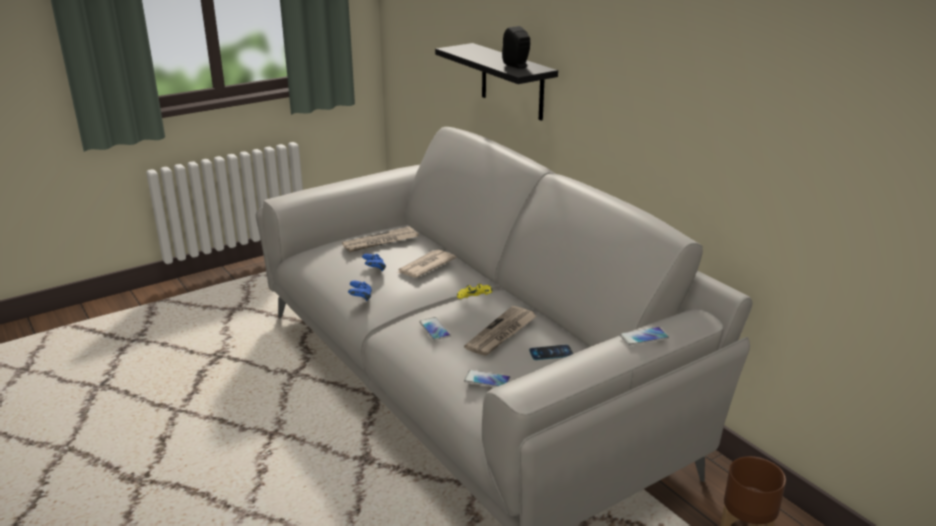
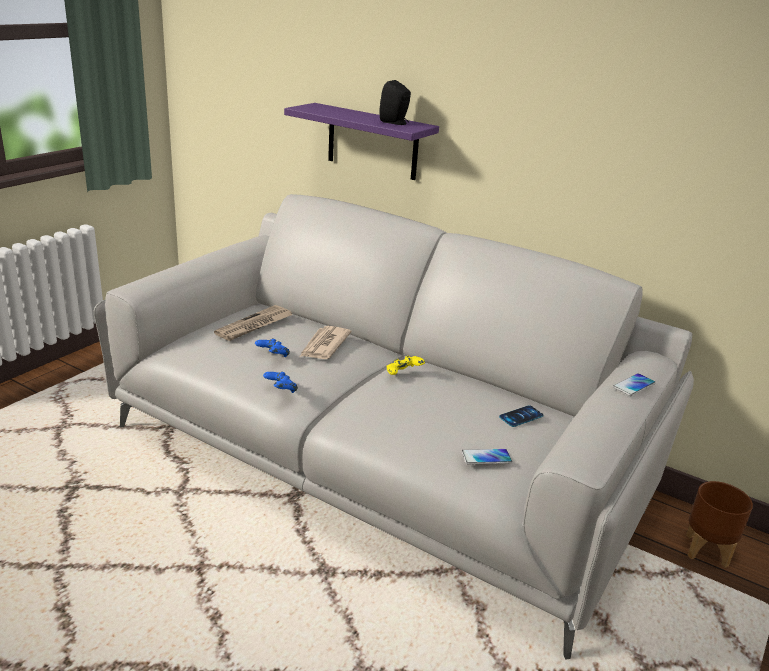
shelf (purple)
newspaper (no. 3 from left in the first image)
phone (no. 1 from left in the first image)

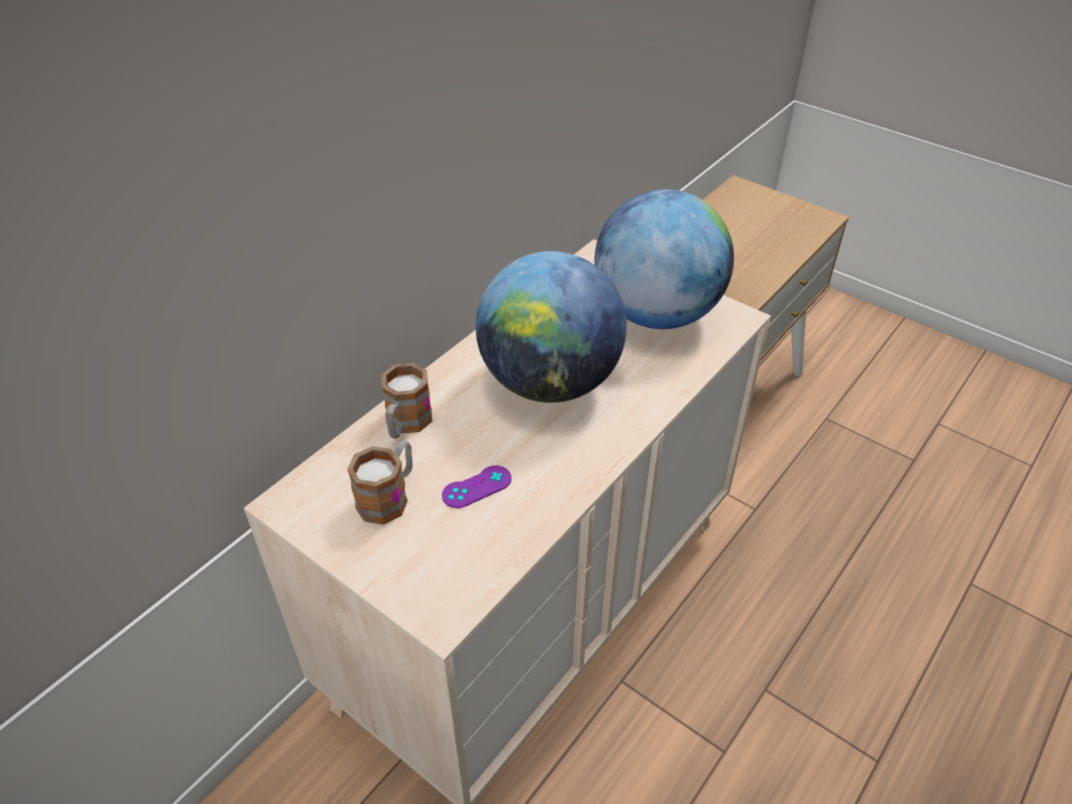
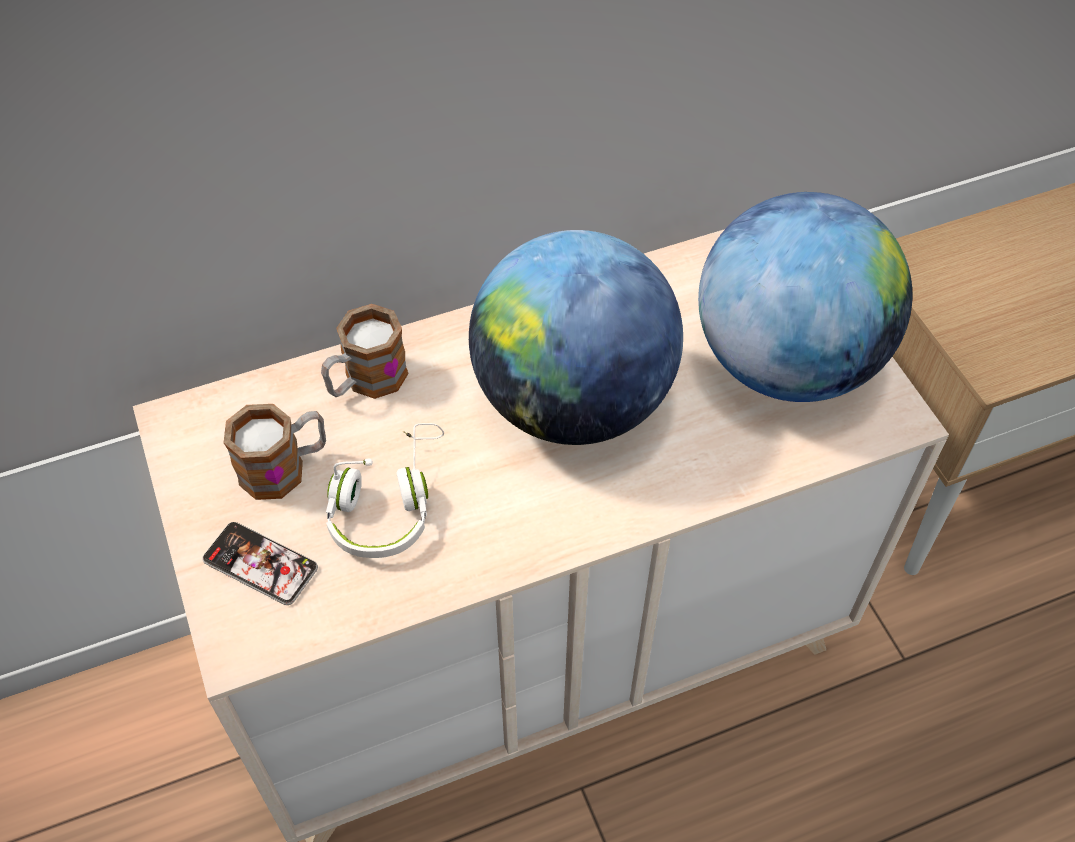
headphones (white)
phone

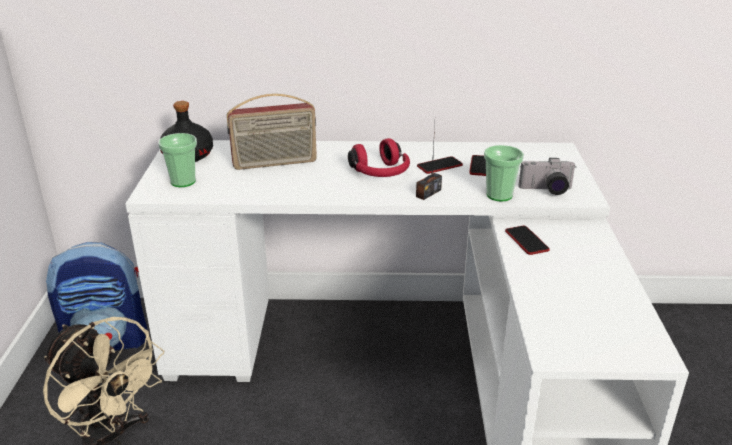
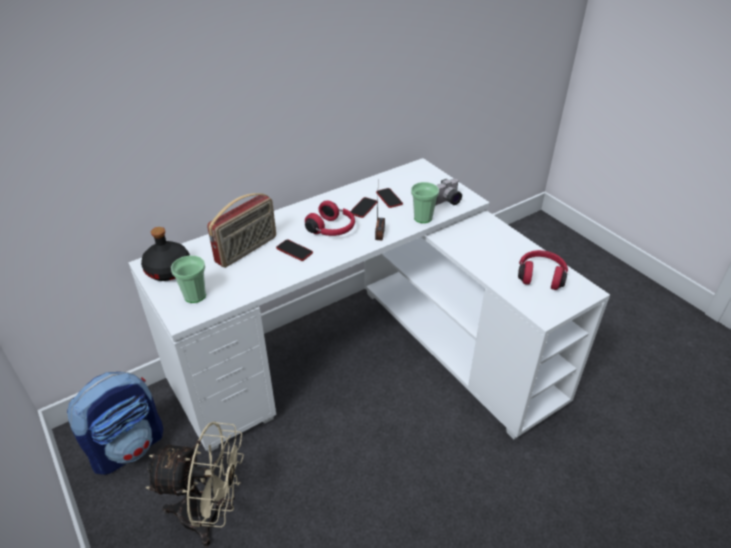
phone (no. 1 from left)
headphones (red) (no. 2 from left)

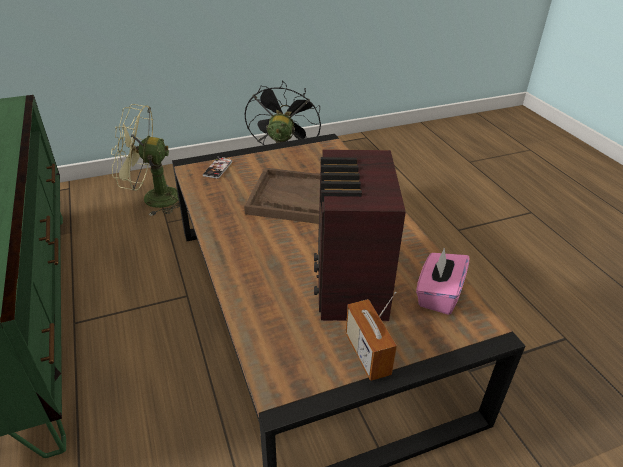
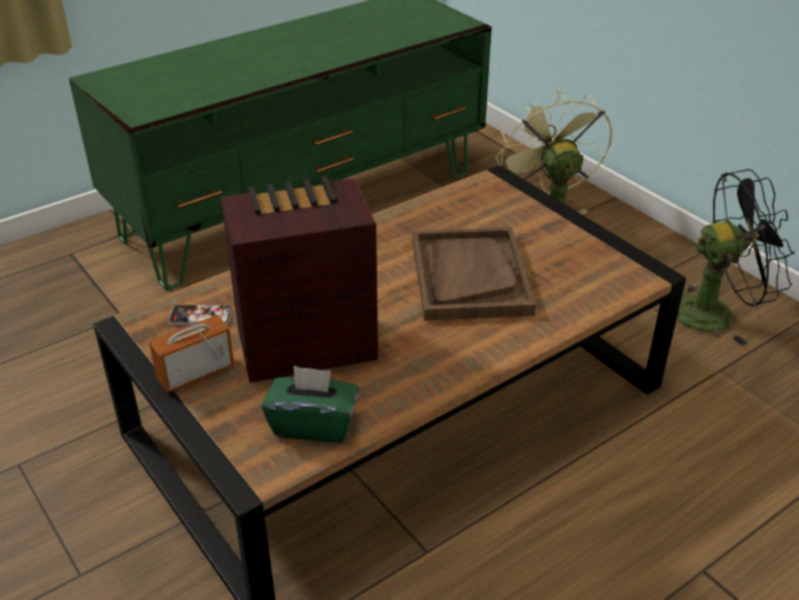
phone
tissue box (green)

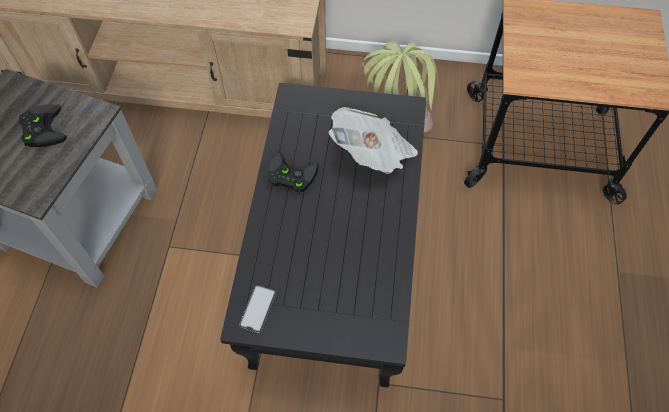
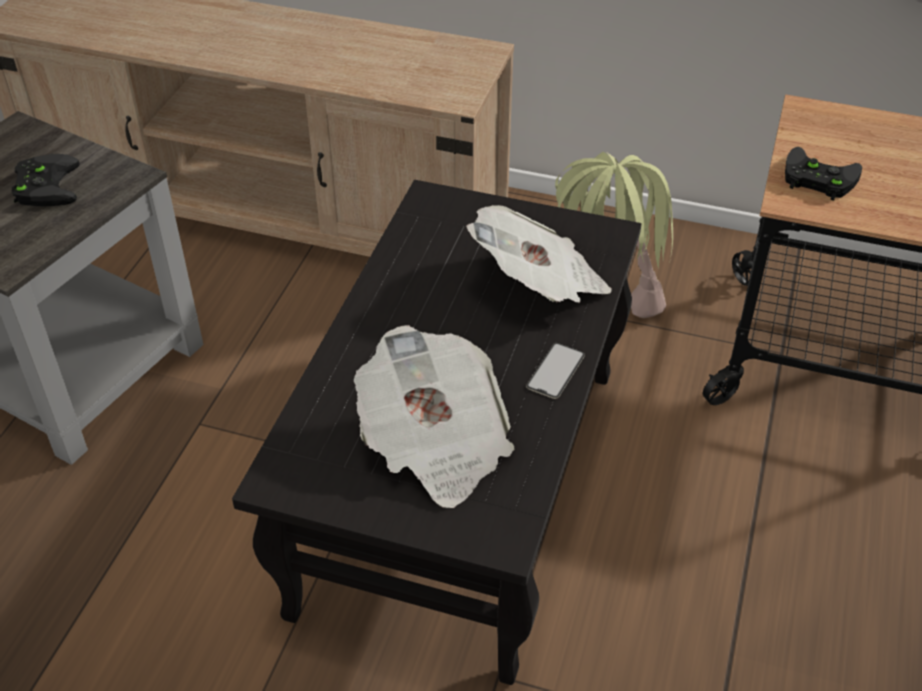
game controller (black) (no. 2 from left)
phone
newspaper (no. 1 from left)

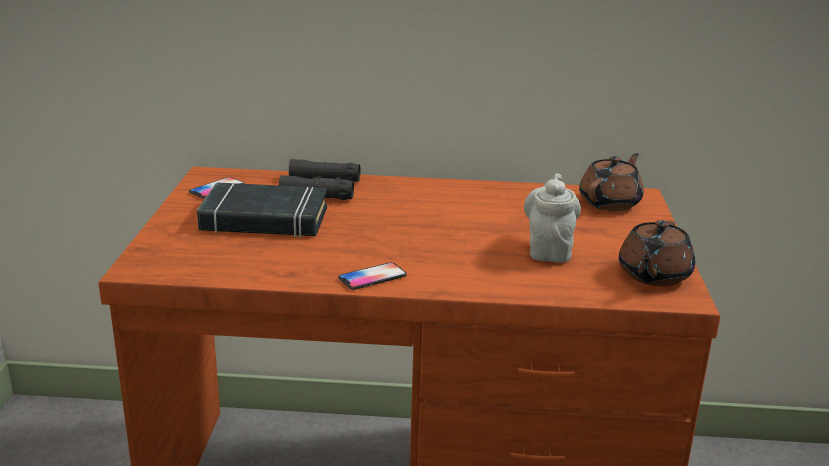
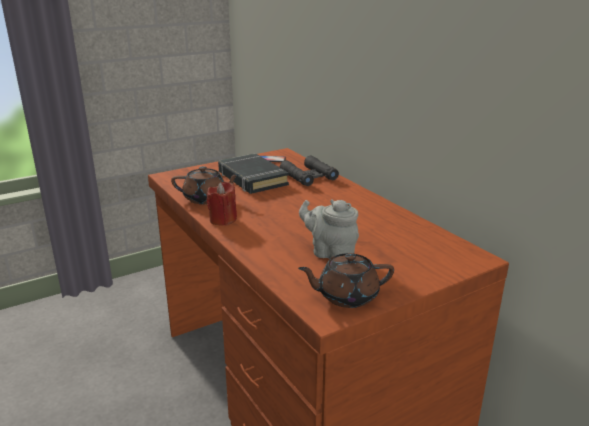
teapot (brown) (no. 1 from left)
teapot (grey)
candle (red)

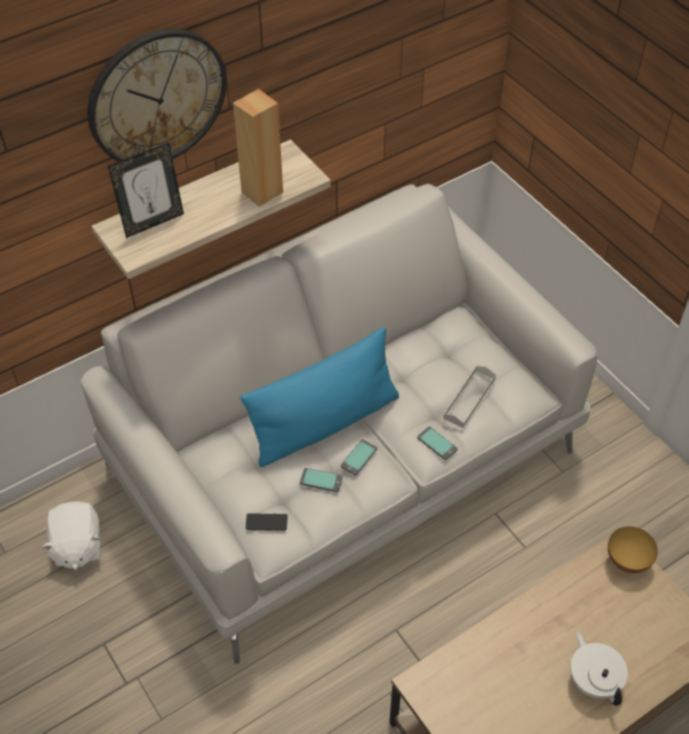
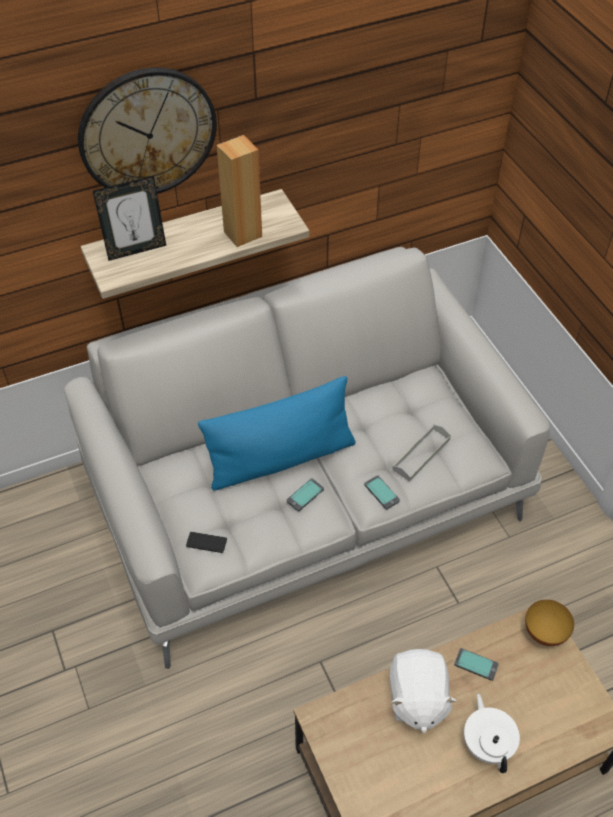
phone (no. 4 from left)
plush toy (white)

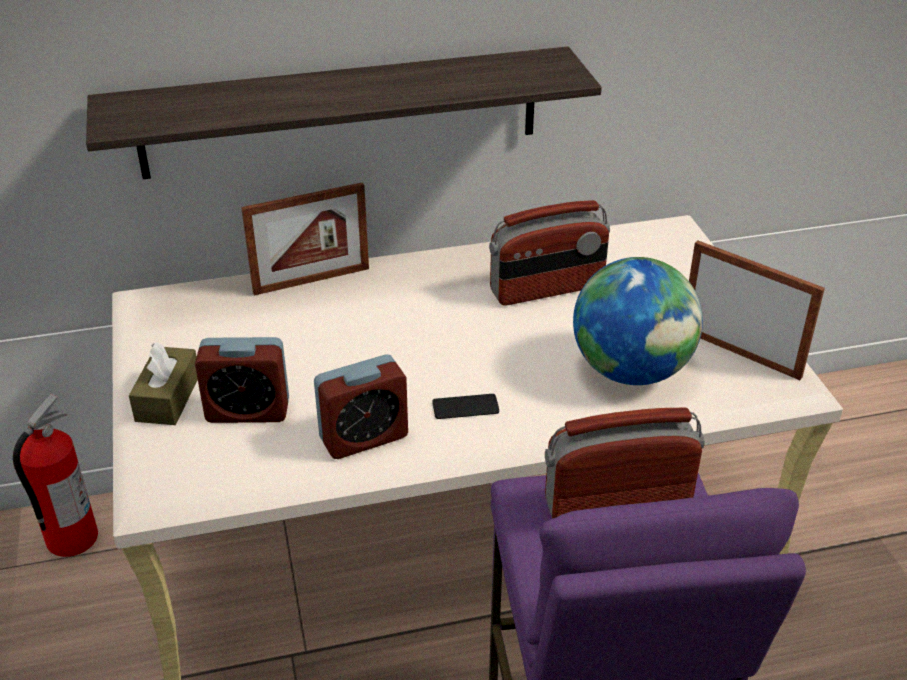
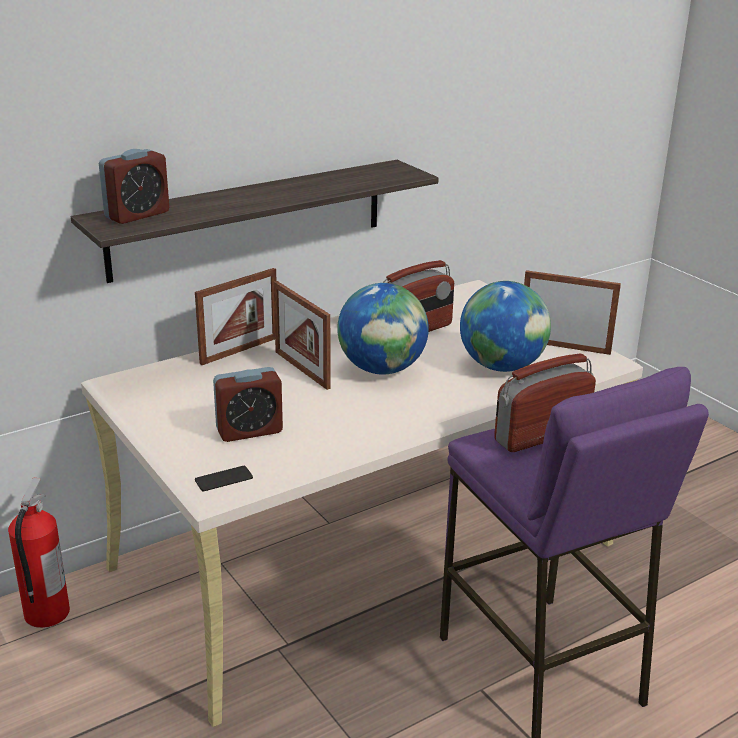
tissue box (brown)
alarm clock (no. 1 from left)
phone
picture frame (no. 2 from left)
globe (no. 1 from left)

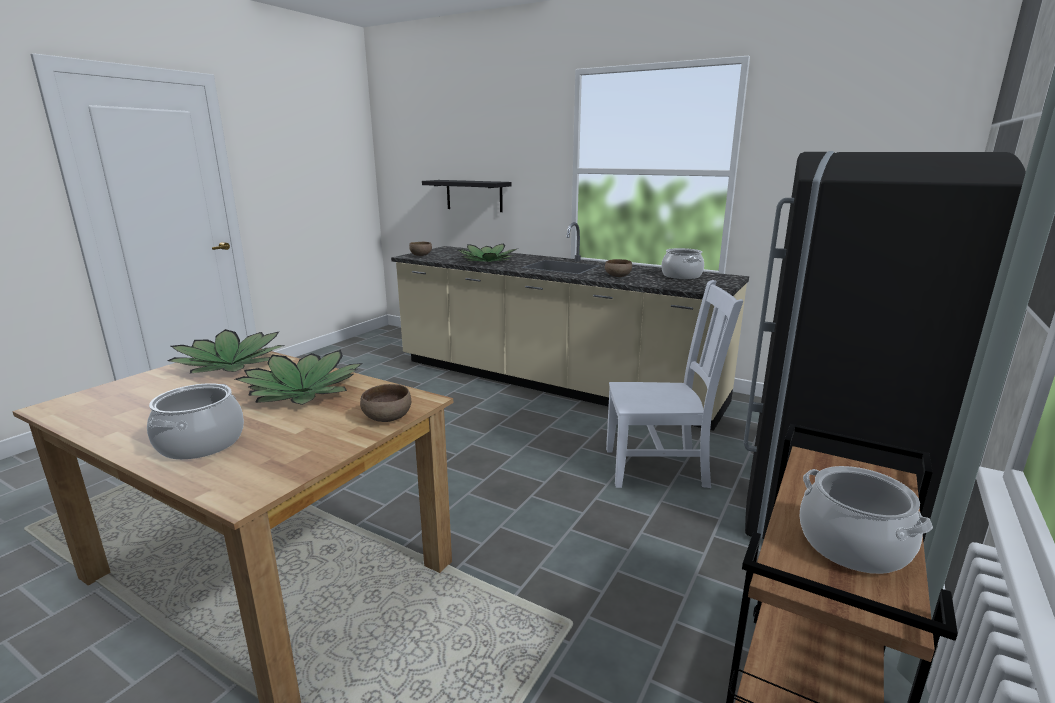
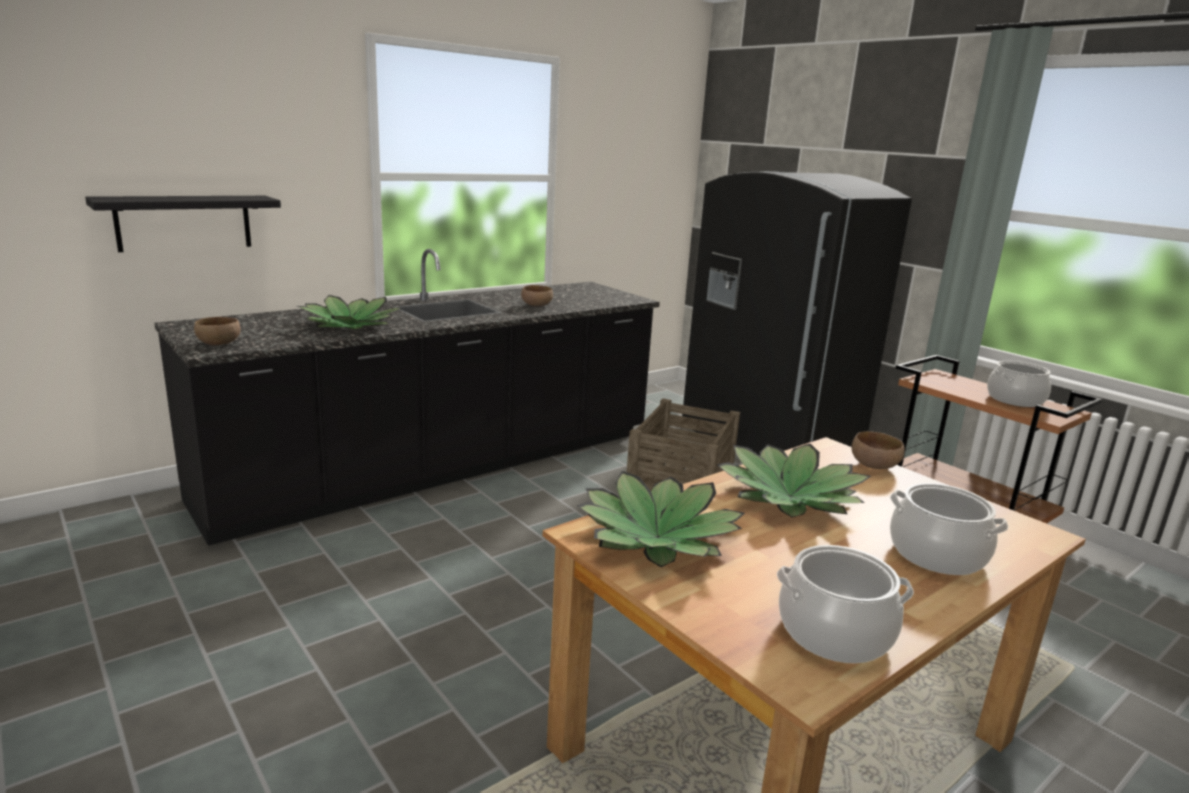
counter (black)
cooking pot (no. 1 from left)
crate

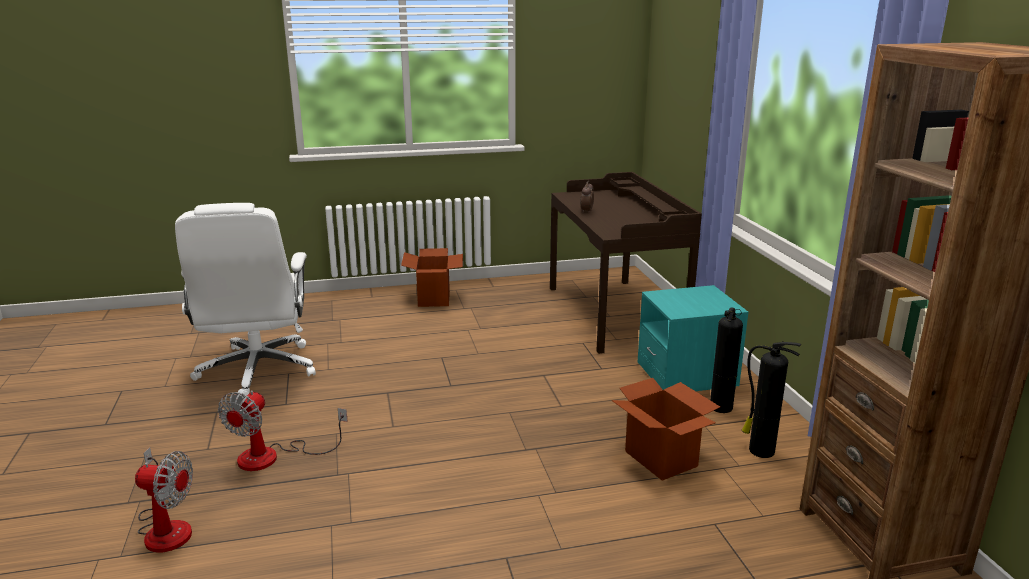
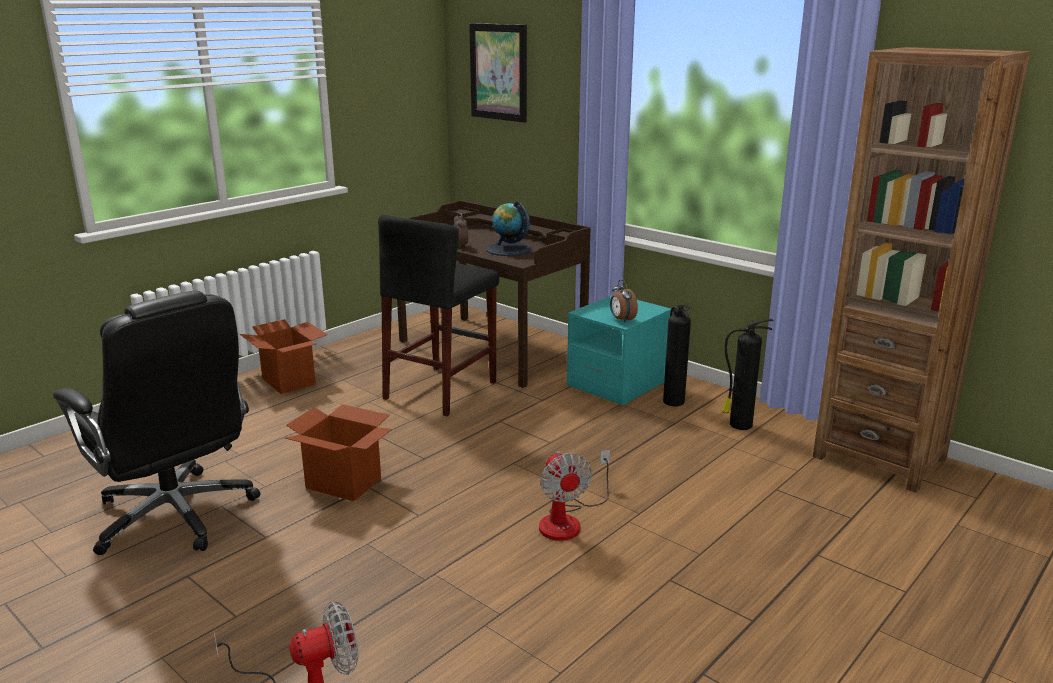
office chair (black)
cardboard box (no. 2 from left)
fan (no. 2 from left)
picture
globe
stool (black)
alarm clock (no. 2 from left)

